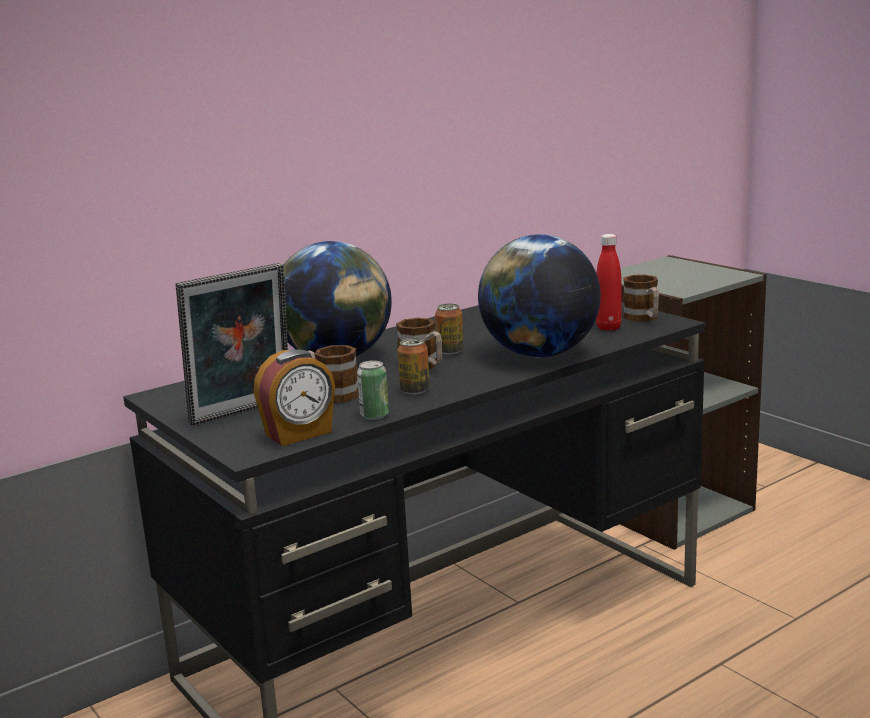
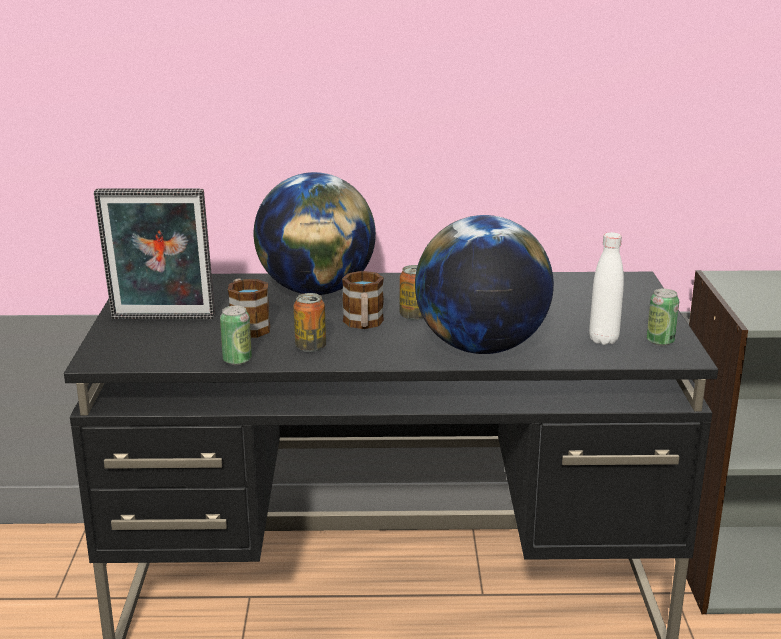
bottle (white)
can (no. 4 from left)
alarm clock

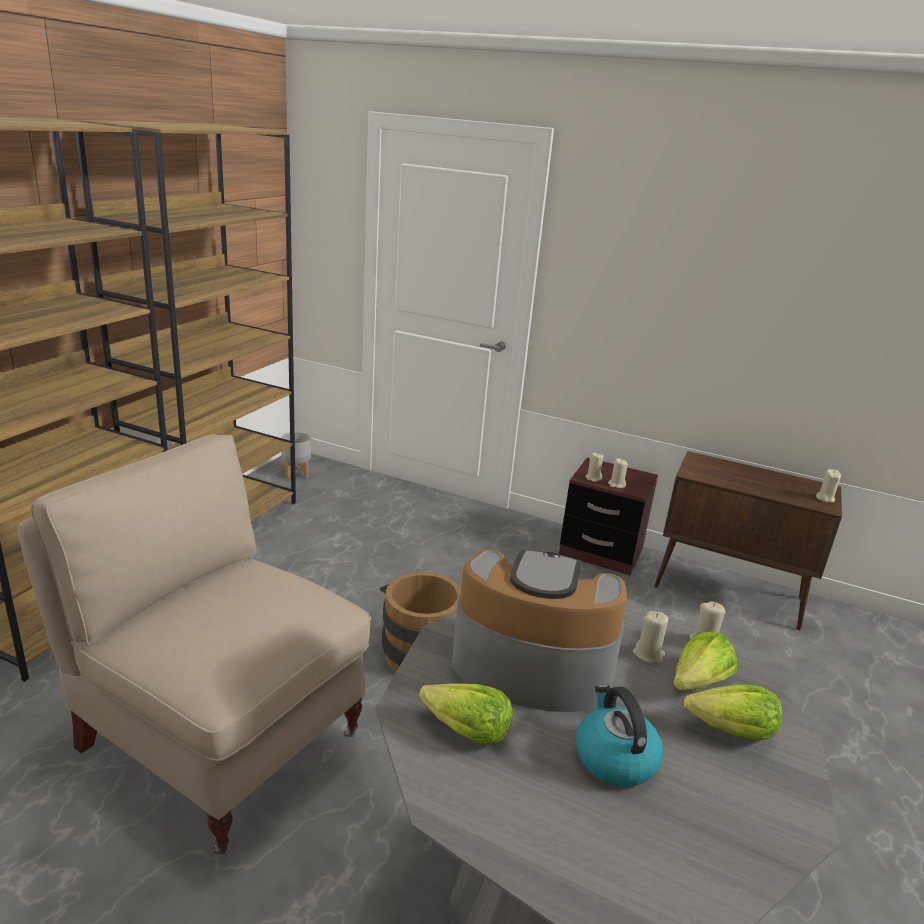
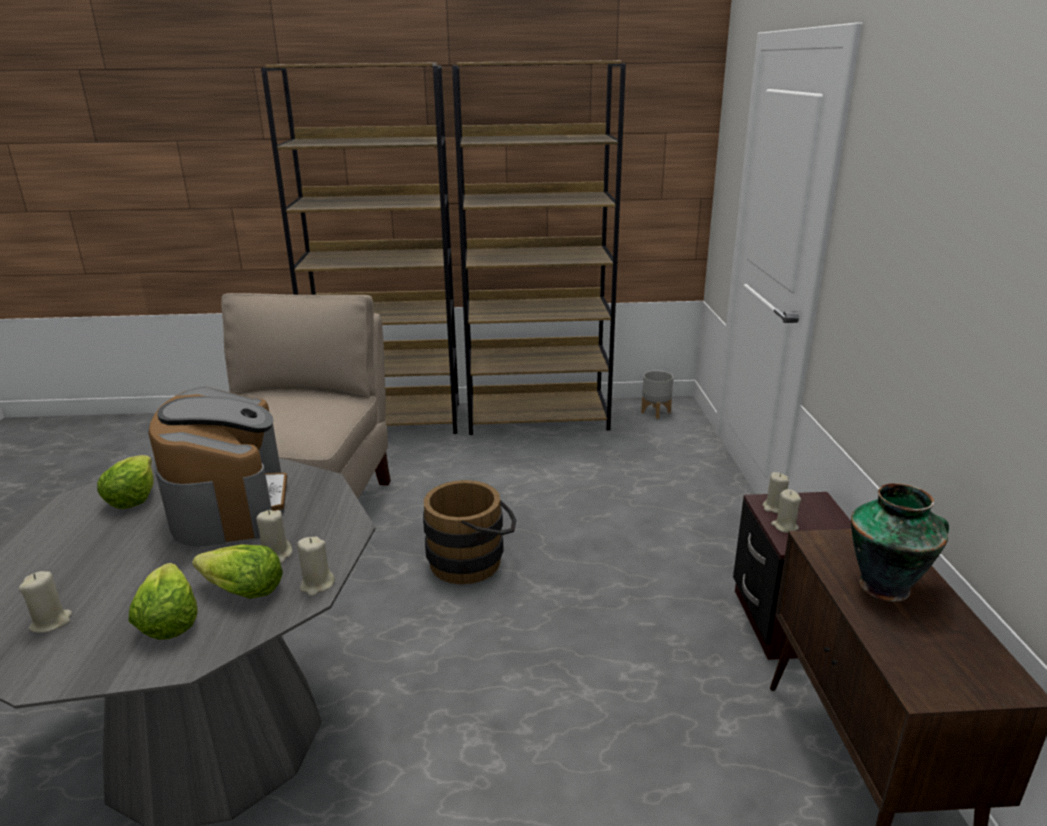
candle (beige) (no. 1 from left)
kettle
vase

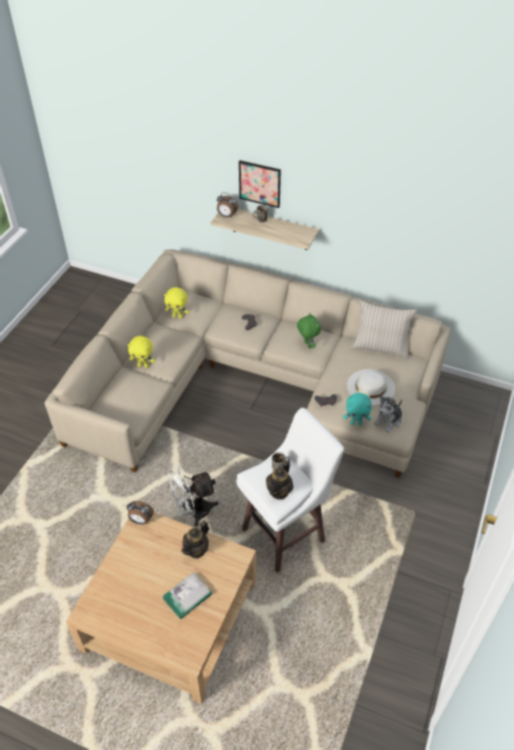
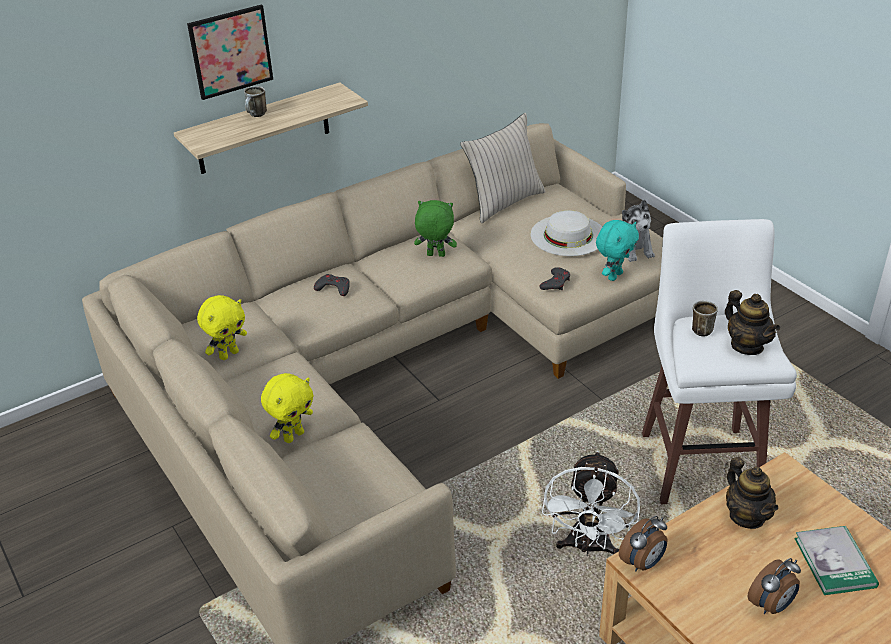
alarm clock (no. 2 from left)

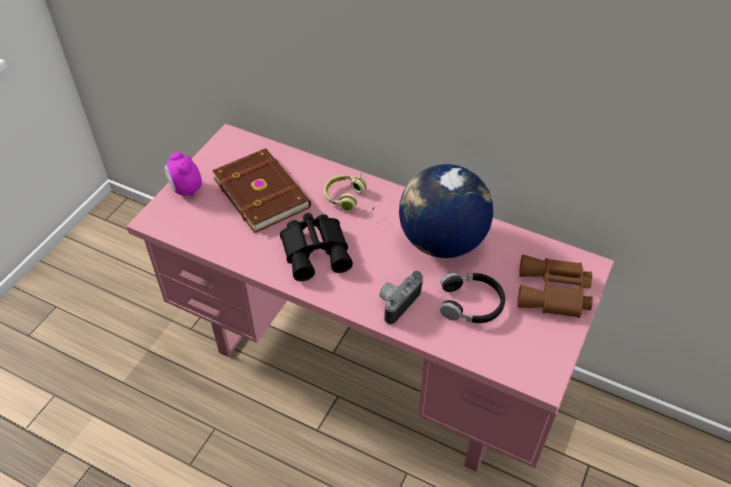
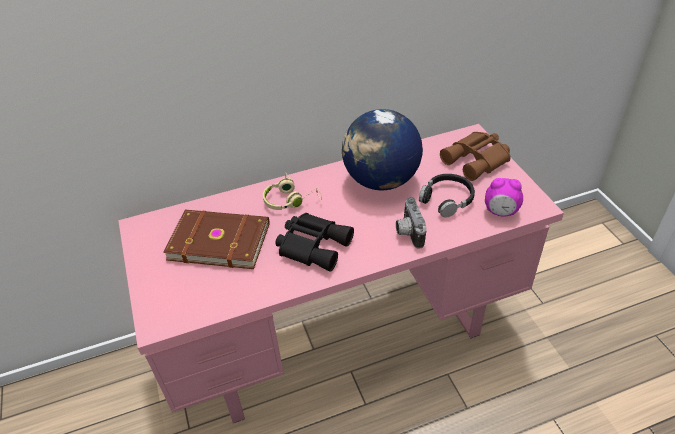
alarm clock

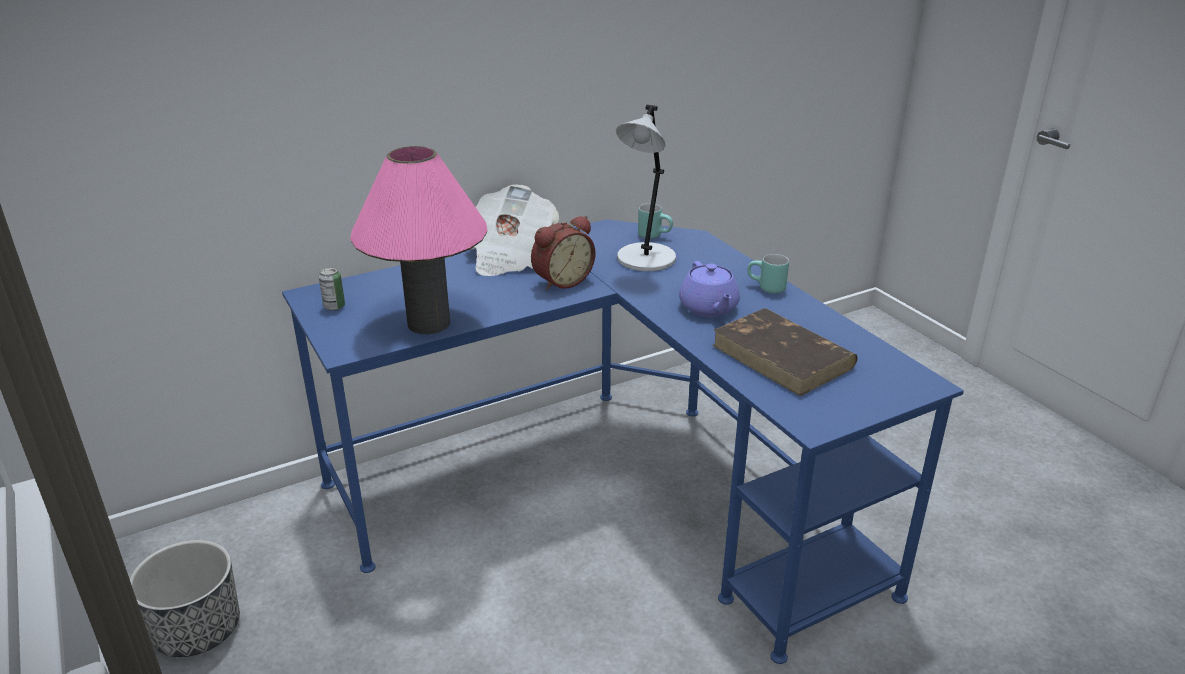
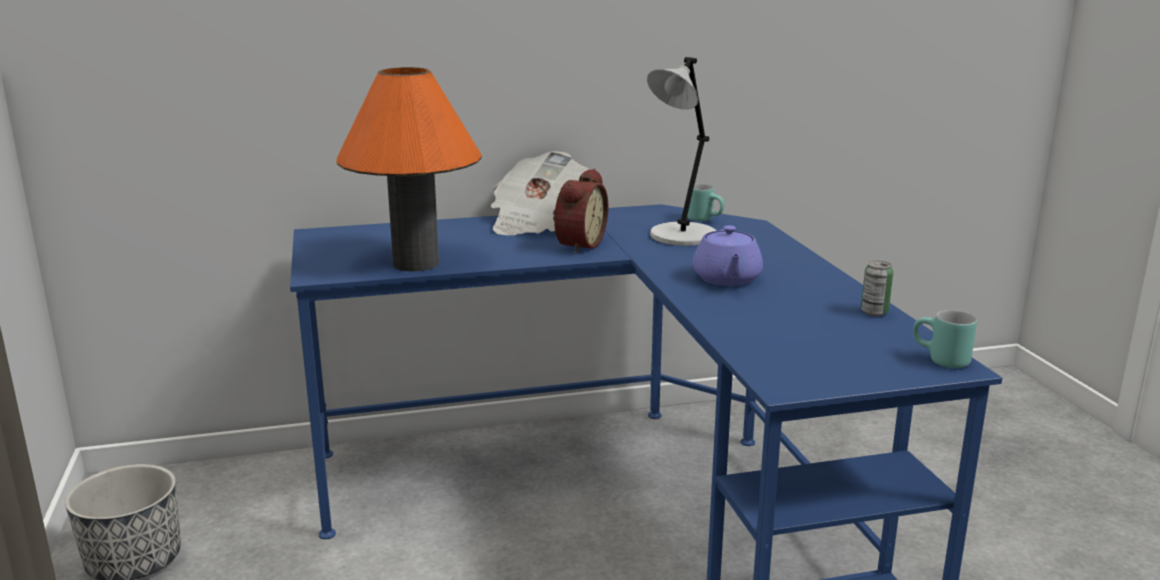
table lamp (orange)
alarm clock
mug (turquoise) (no. 2 from left)
can
book (brown)

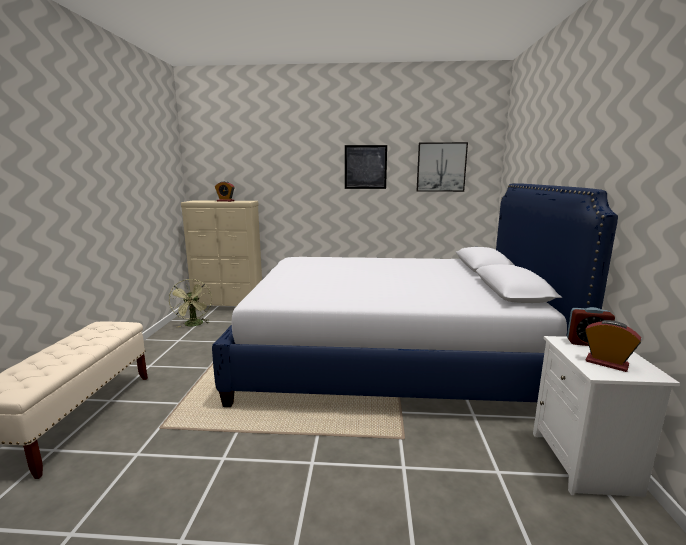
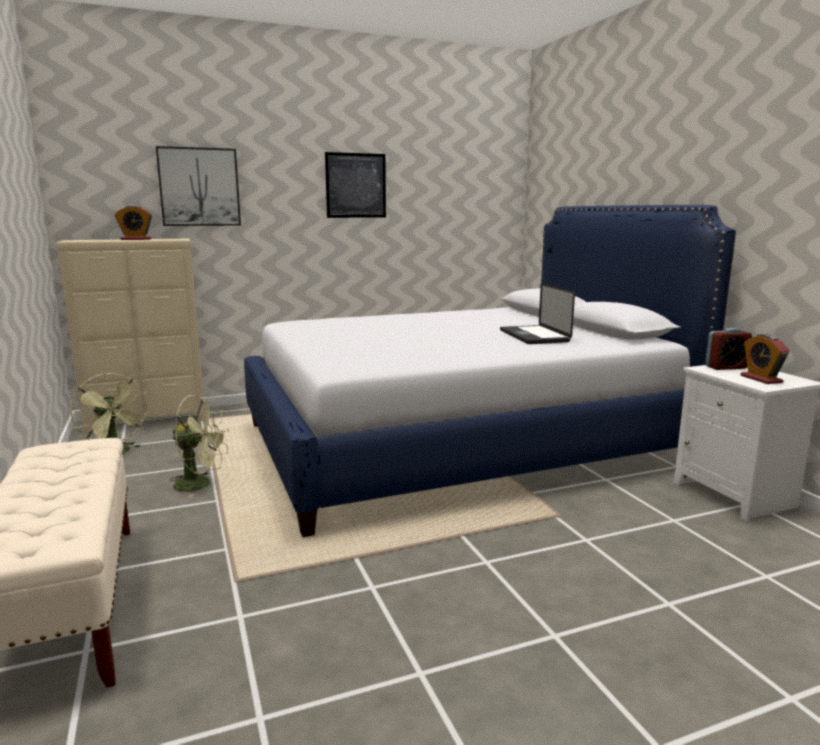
picture (no. 1 from left)
alarm clock (no. 3 from left)
laptop
fan (green) (no. 2 from left)

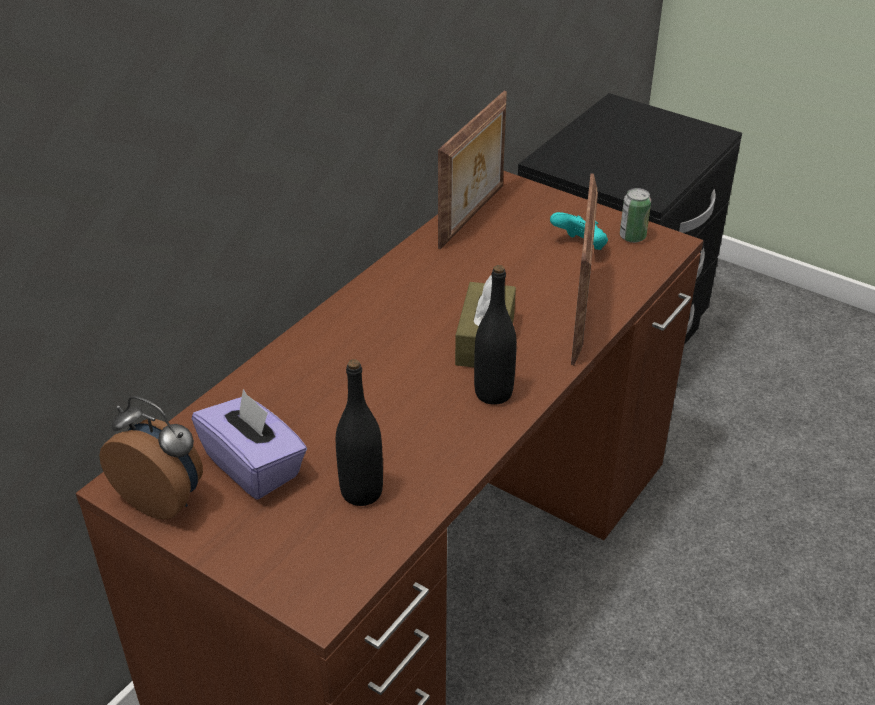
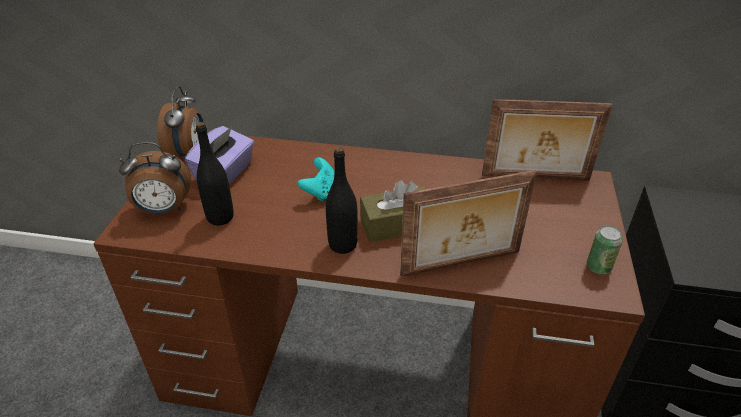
game controller (turquoise)
alarm clock (no. 1 from left)

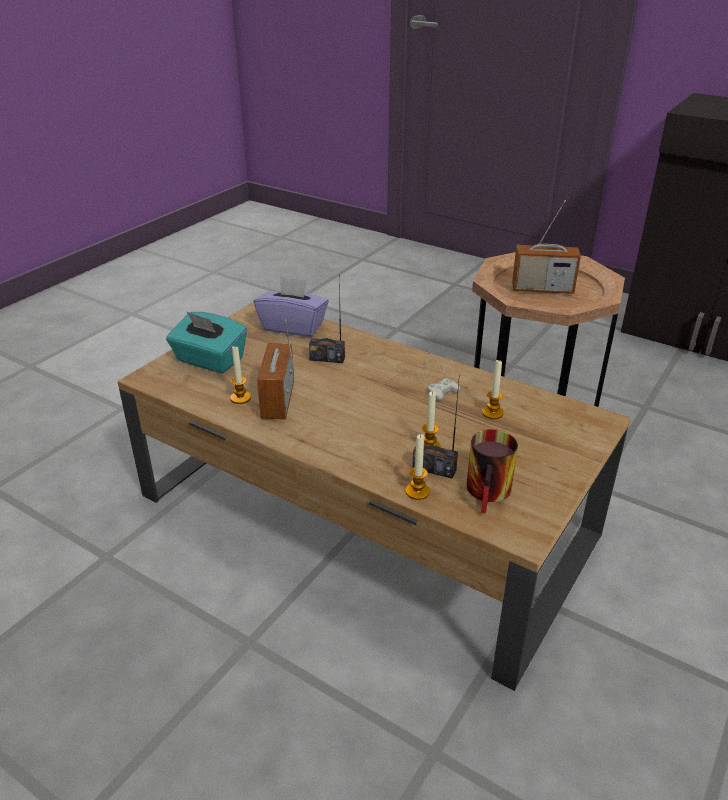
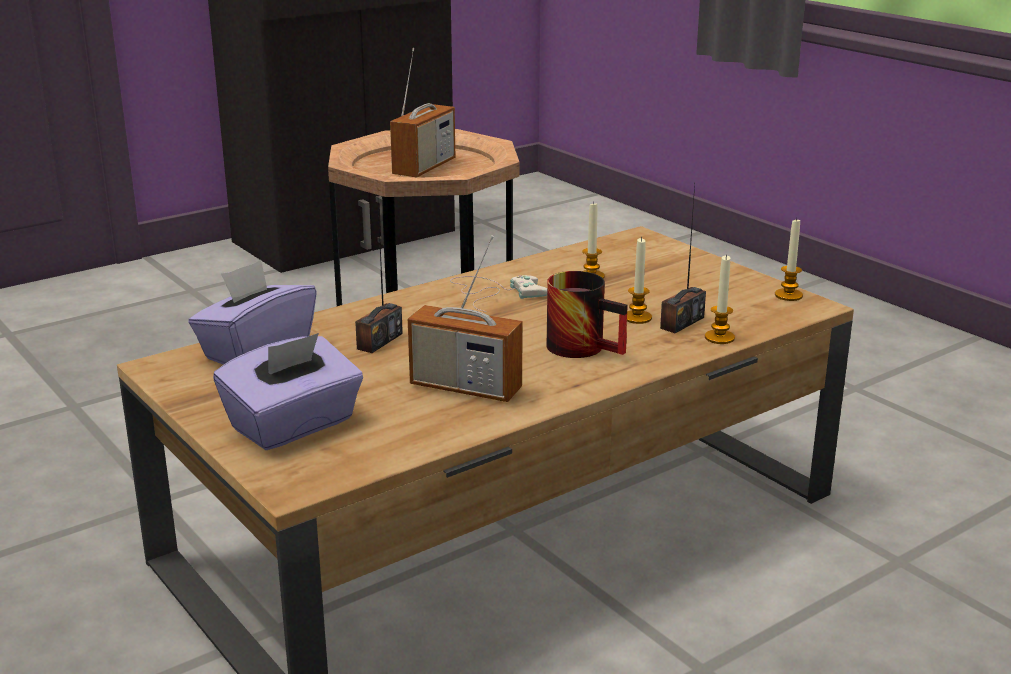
tissue box (purple) (no. 2 from left)
candle (no. 4 from left)
mug

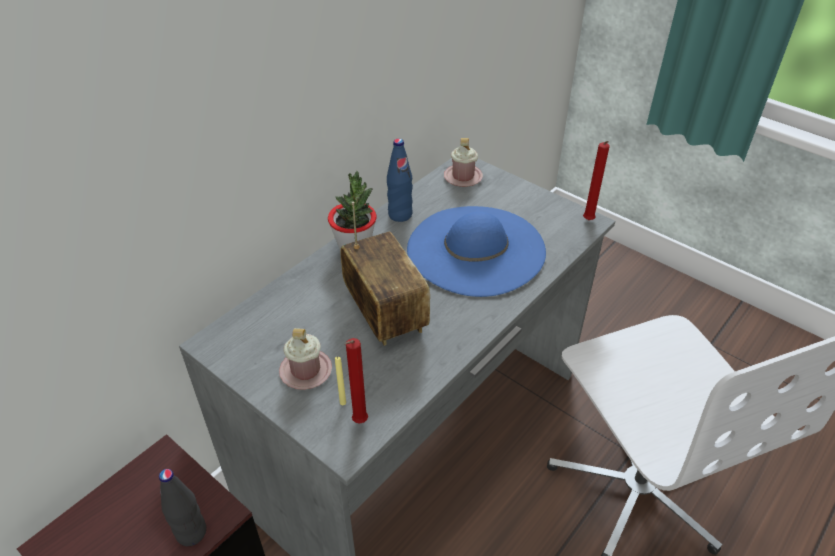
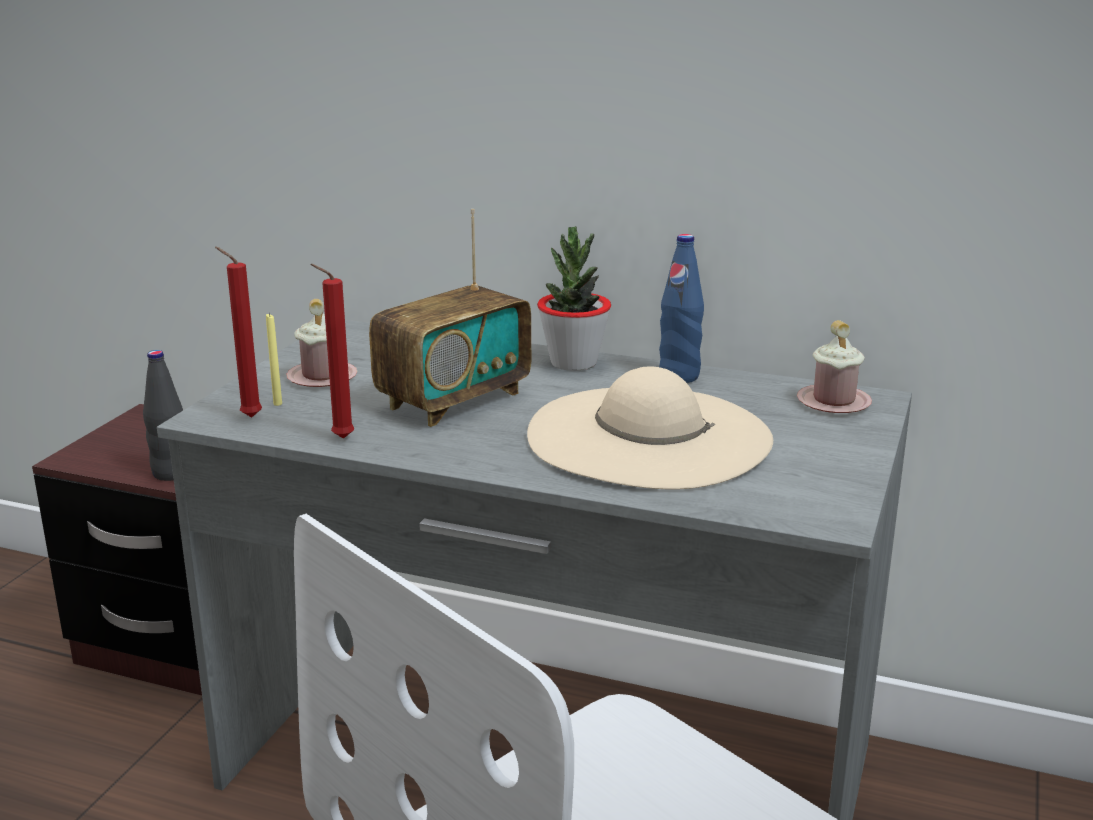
candle (red) (no. 2 from left)
hat (beige)

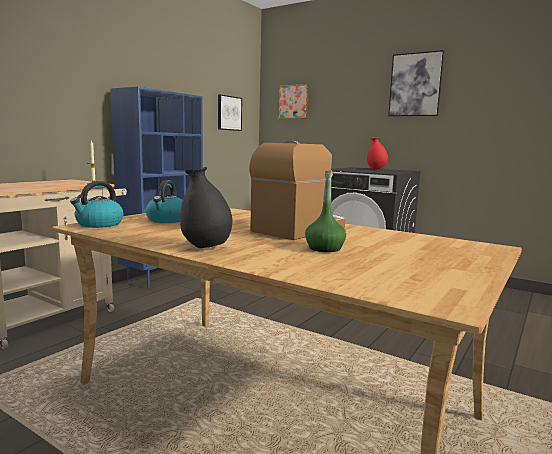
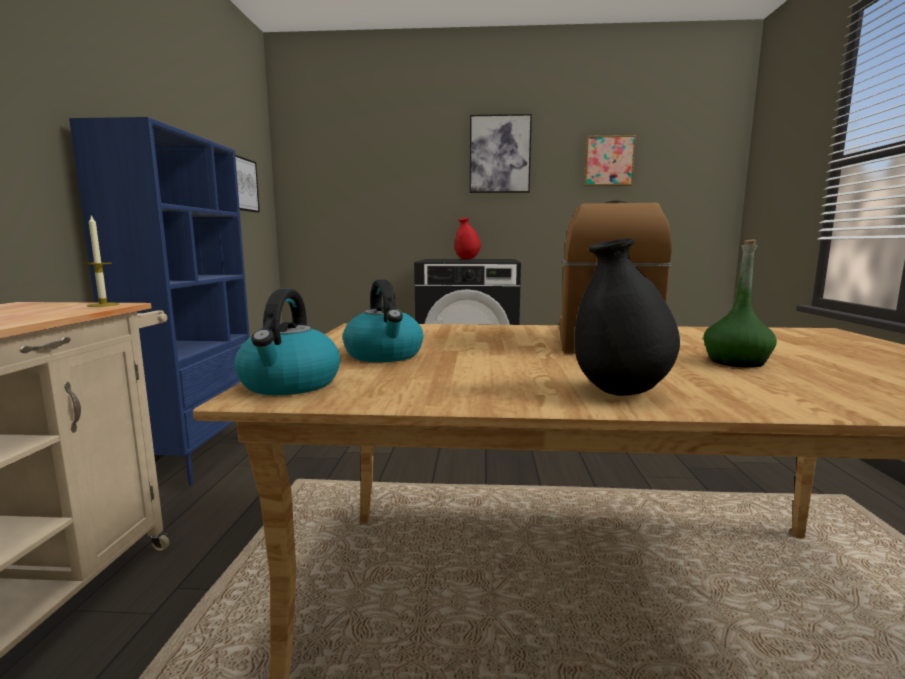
picture (no. 3 from left)

